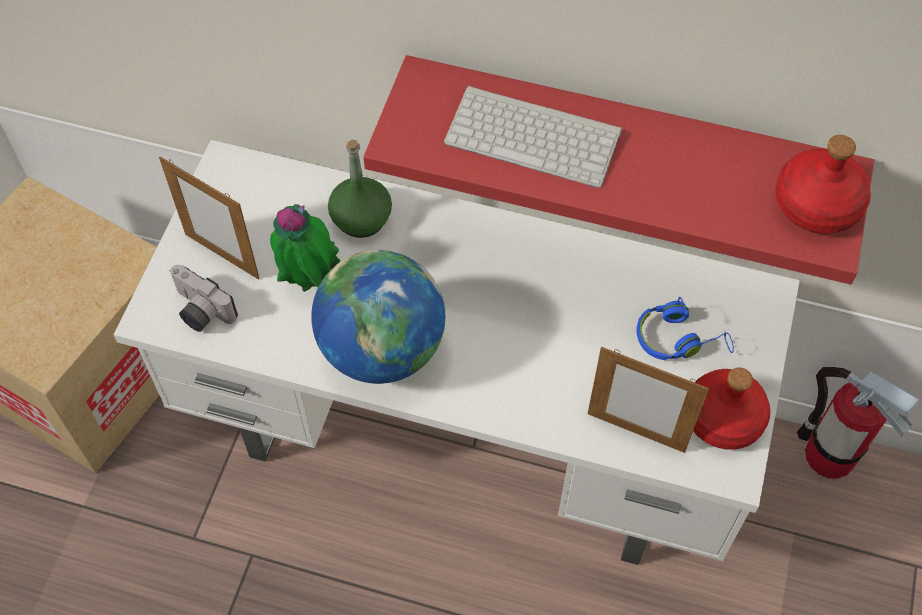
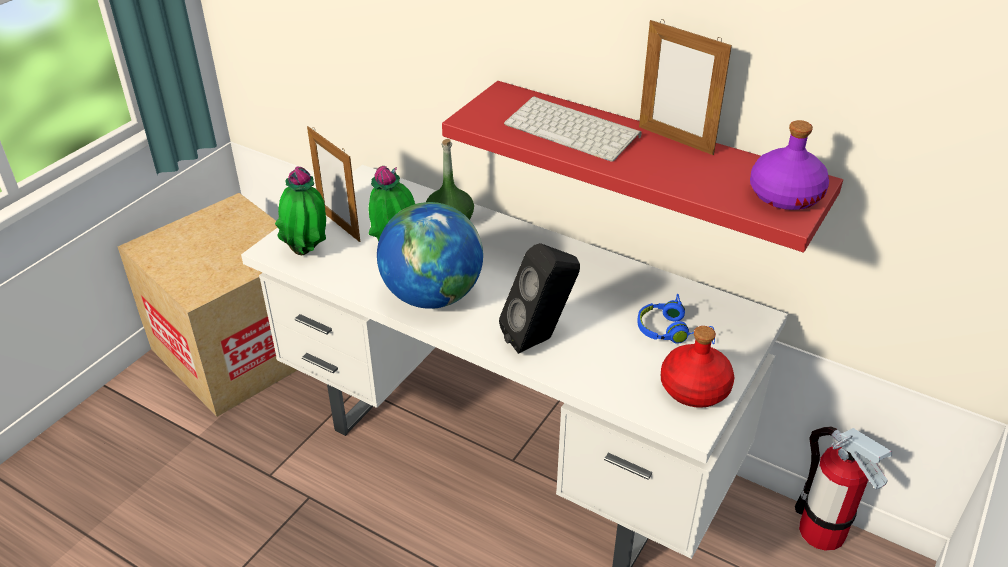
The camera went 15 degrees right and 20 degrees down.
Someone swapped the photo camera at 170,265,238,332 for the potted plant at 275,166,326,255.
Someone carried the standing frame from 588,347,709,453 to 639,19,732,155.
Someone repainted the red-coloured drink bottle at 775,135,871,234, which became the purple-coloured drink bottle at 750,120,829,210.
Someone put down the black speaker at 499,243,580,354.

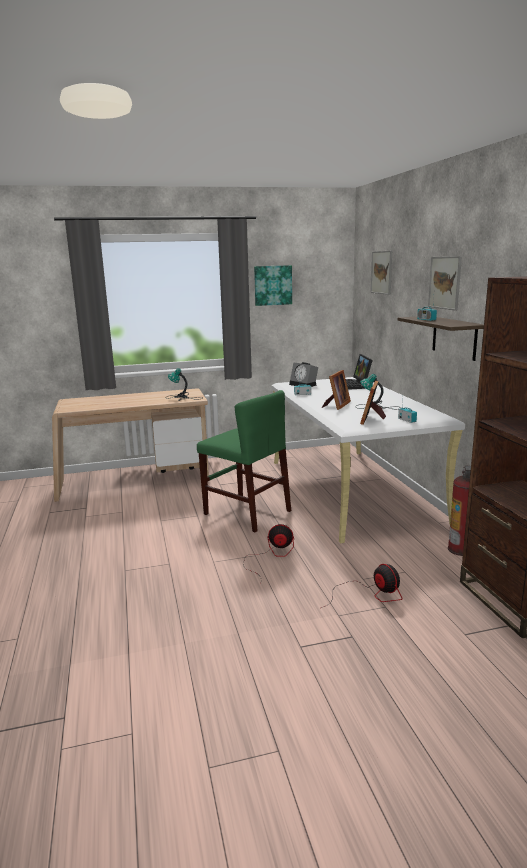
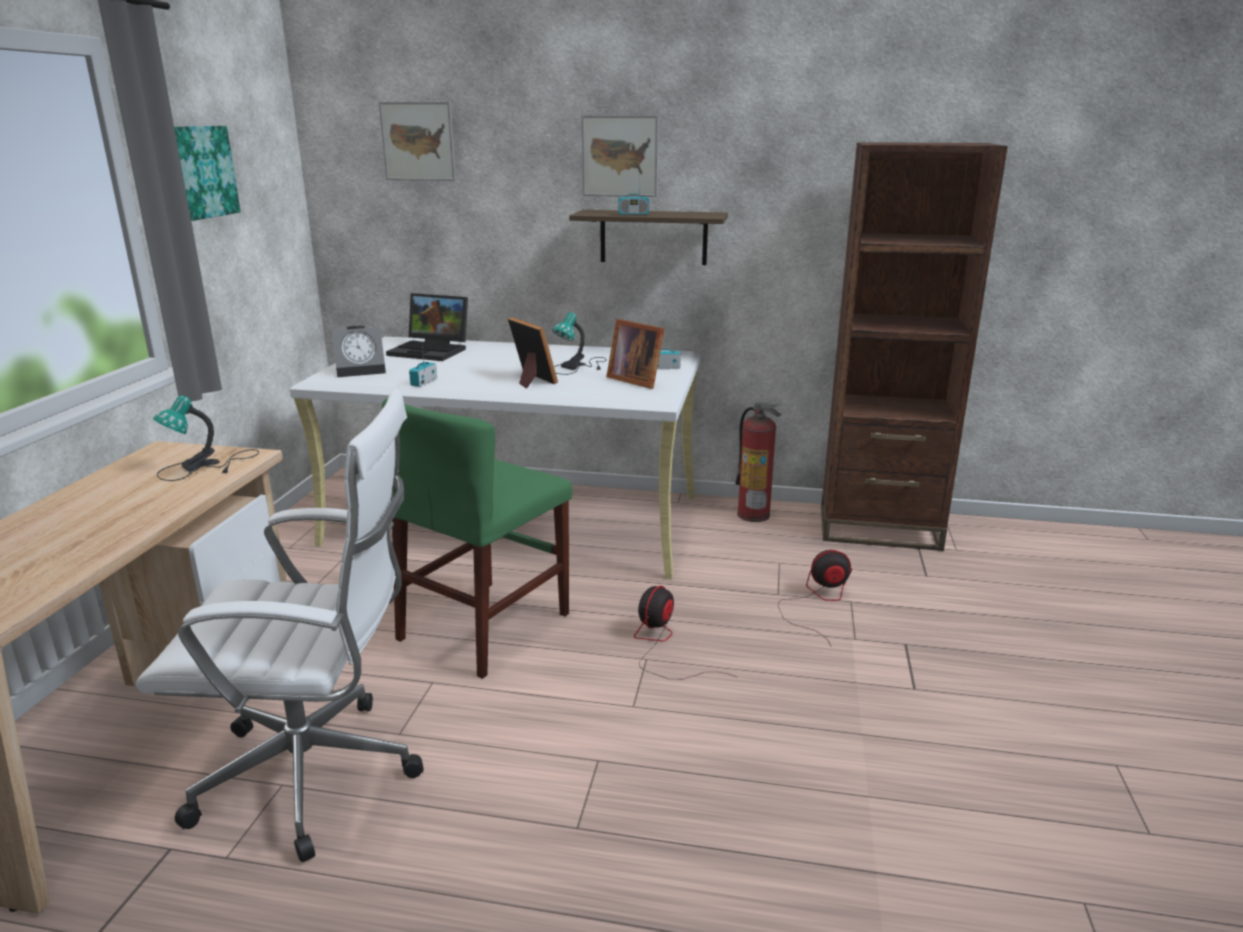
The camera went 65 degrees left and 5 degrees up.
Someone rotated the greenish chair at 197,390,291,532 by 150 degrees clockwise.
Someone put down the white desk chair at 136,389,423,862.

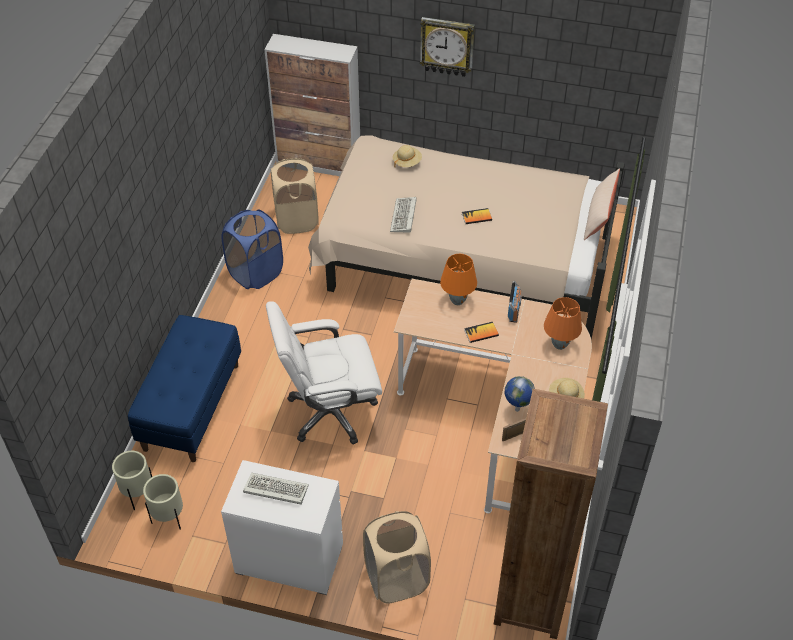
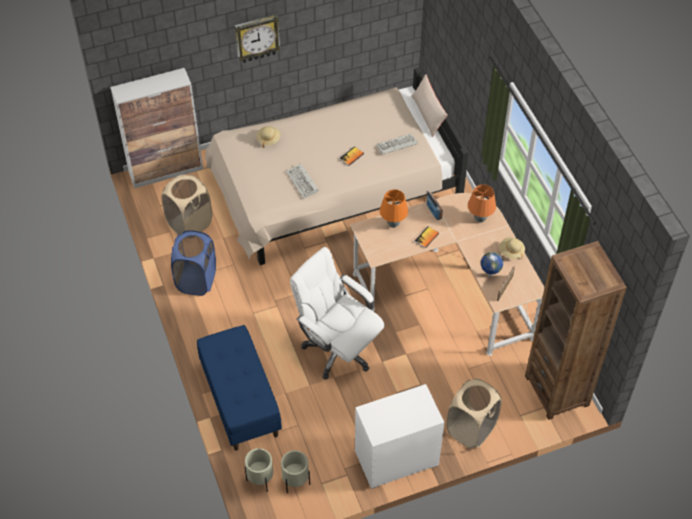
The camera went 35 degrees left and 5 degrees up.
Someone carried the PC keyboard from 243,473,309,504 to 376,134,418,155.
Someone rotated the white desk chair at 266,301,382,445 by 90 degrees clockwise.

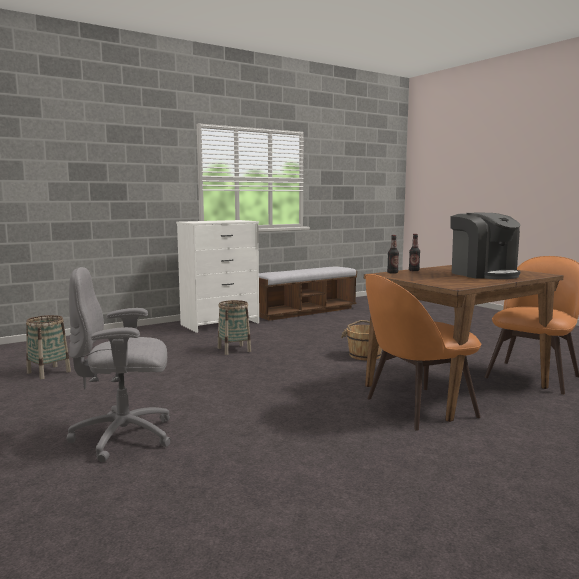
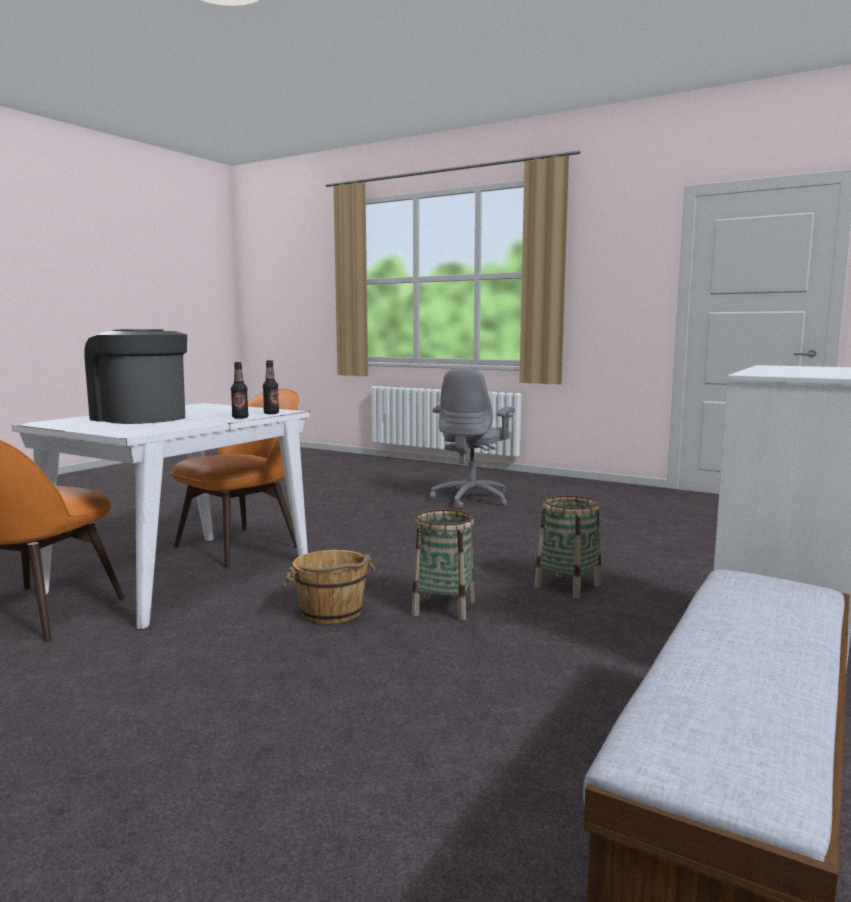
The camera went 155 degrees right and 0 degrees up.
Someone carried the storage basket from 26,315,71,379 to 412,509,475,621.
Someone rotated the grey desk chair at 67,267,171,462 by 150 degrees clockwise.
Someone repainted the brownish dinner table at 364,265,564,422, which became the white dinner table at 12,403,310,630.

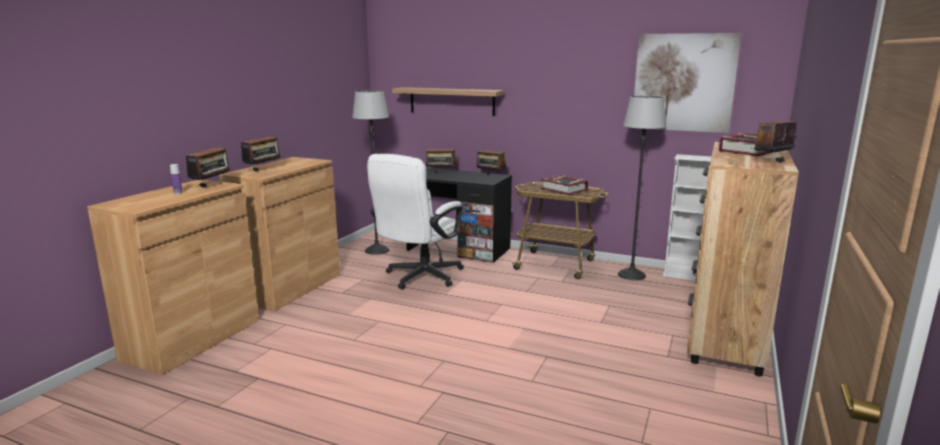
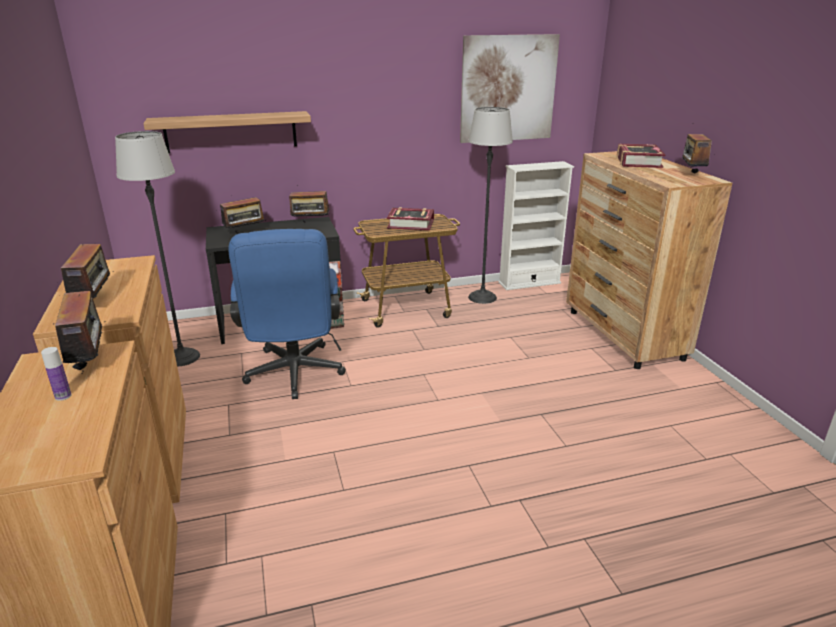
The camera went 40 degrees left and 10 degrees up.
Someone repainted the white desk chair at 367,154,464,289, which became the blue desk chair at 228,229,346,399.

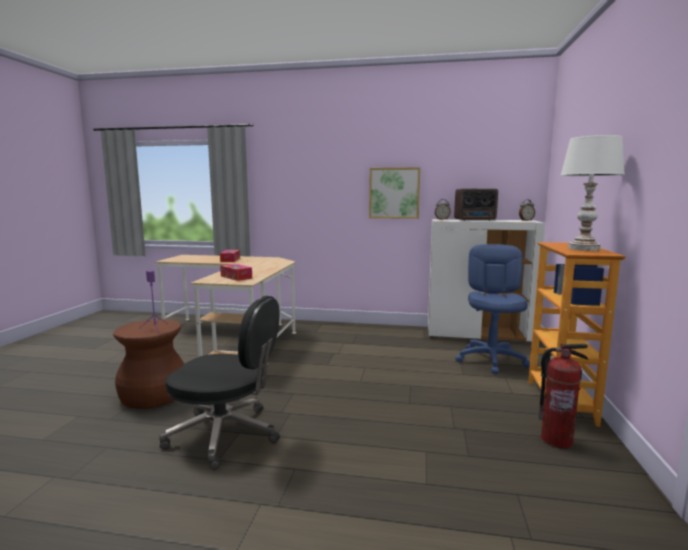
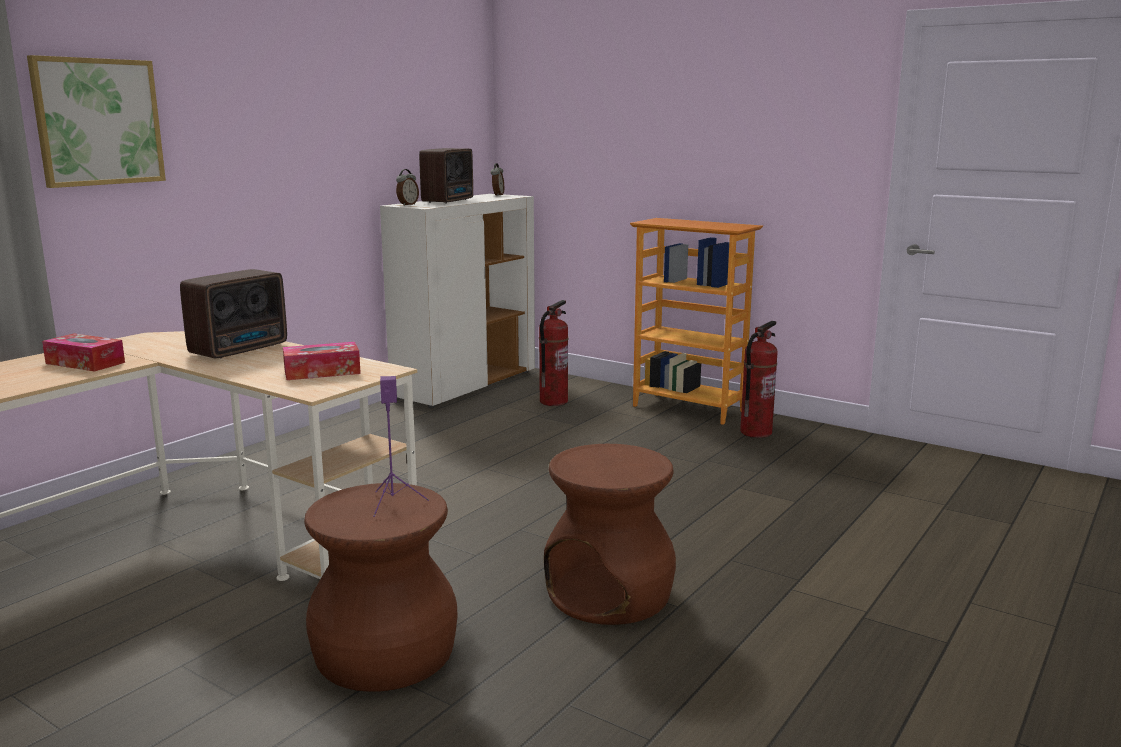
The camera went 65 degrees left and 5 degrees up.
Someone swapped the black desk chair at 159,296,280,470 for the brownish sitting stool at 544,444,676,625.
Someone carried the wall picture from 369,167,420,219 to 27,55,166,188.
Someone swapped the blue desk chair at 455,244,530,374 for the extinguisher at 539,300,569,406.
Someone took away the white table lamp at 560,135,625,251.
Someone put down the radio set at 180,269,287,358.

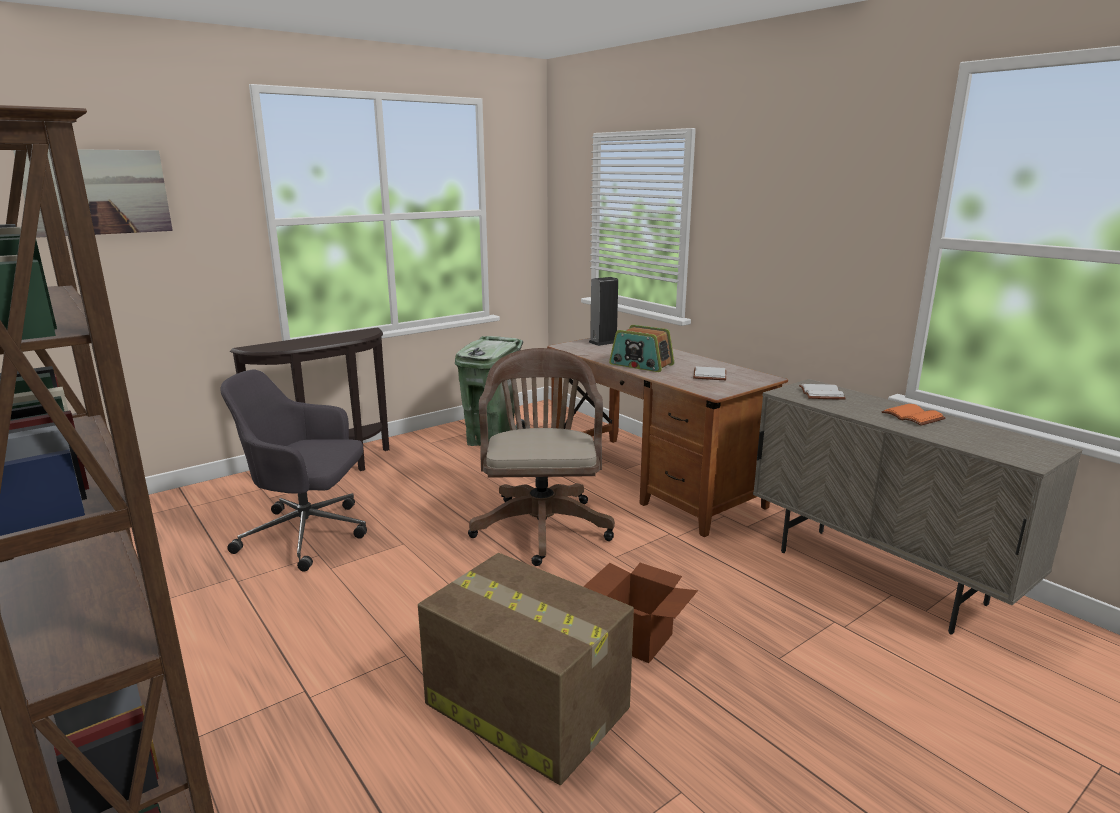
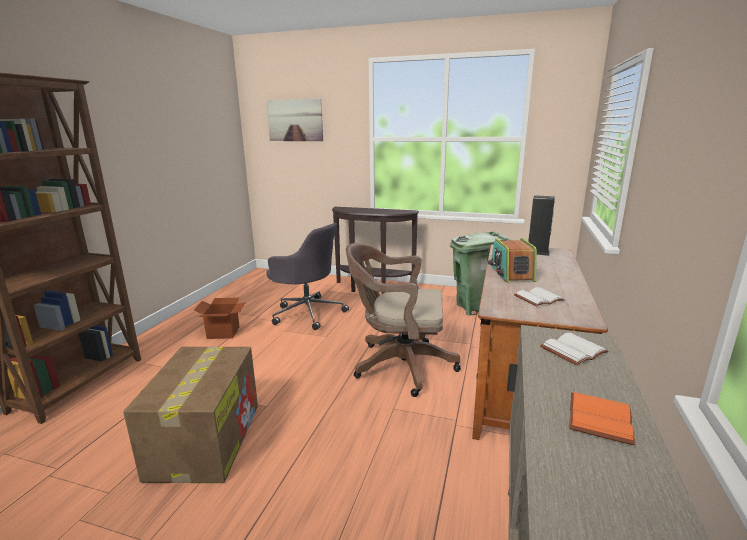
The camera went 55 degrees right and 0 degrees up.
Someone rotated the grey desk chair at 220,369,367,572 by 150 degrees clockwise.
Someone rotated the brownish desk chair at 468,348,615,566 by 135 degrees counterclockwise.
Someone carried the cardboard box from 583,563,698,663 to 194,298,246,339.

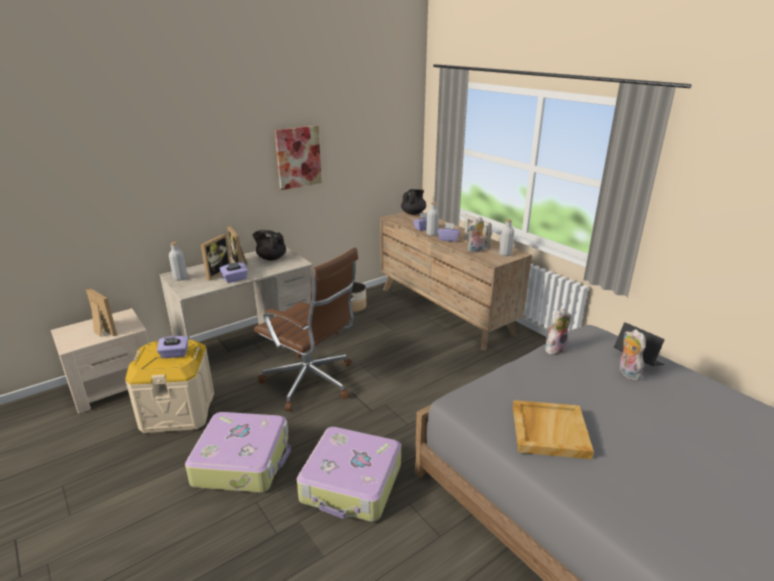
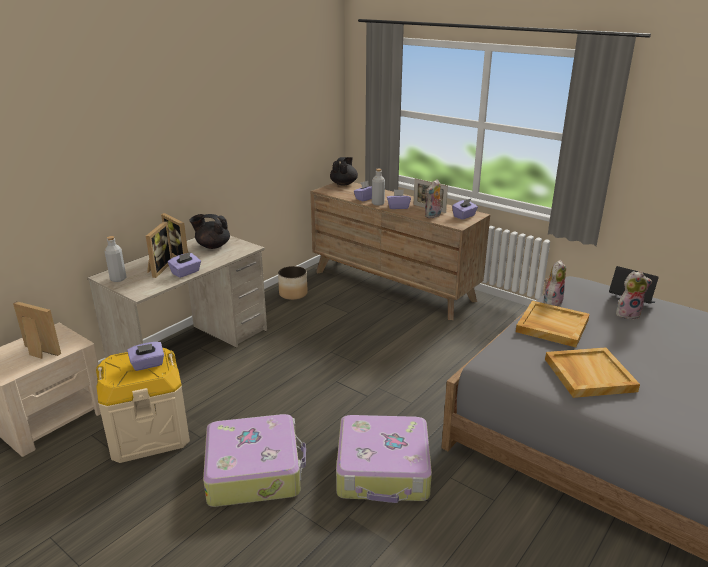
The camera went 15 degrees left and 0 degrees up.
Someone took away the brownish desk chair at 254,247,358,411.
Someone took away the wall picture at 275,125,322,190.
Someone swapped the grey drink bottle at 499,219,514,256 for the purple-coloured tissue holder at 452,199,478,220.
Someone rotated the cuddly toy at 619,329,646,381 by 120 degrees clockwise.
Someone put down the beige-coloured tray at 516,301,589,347.

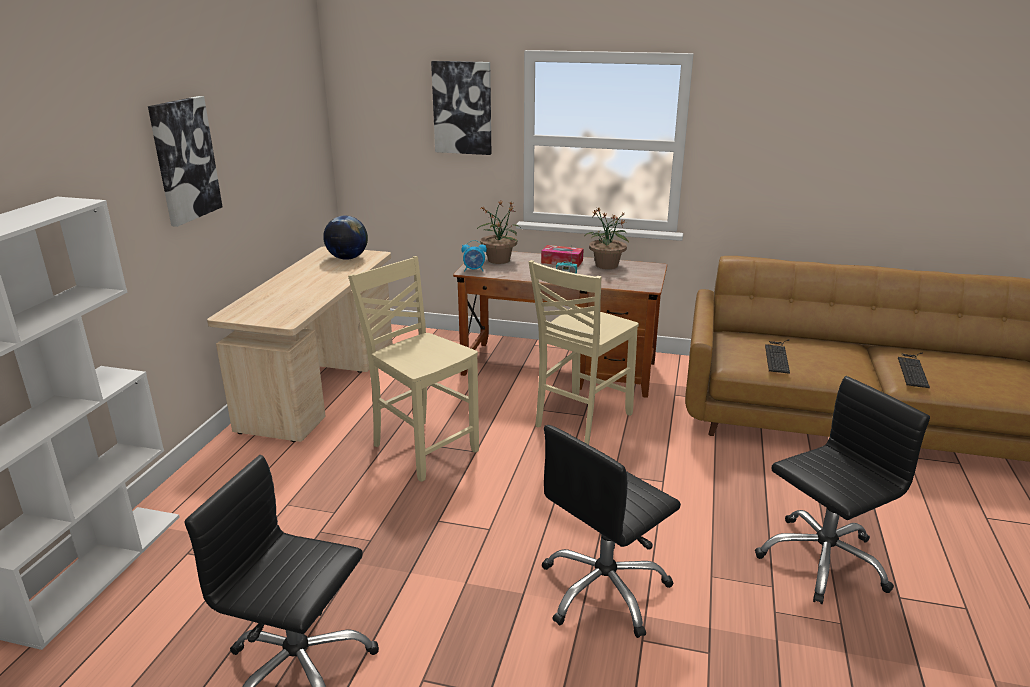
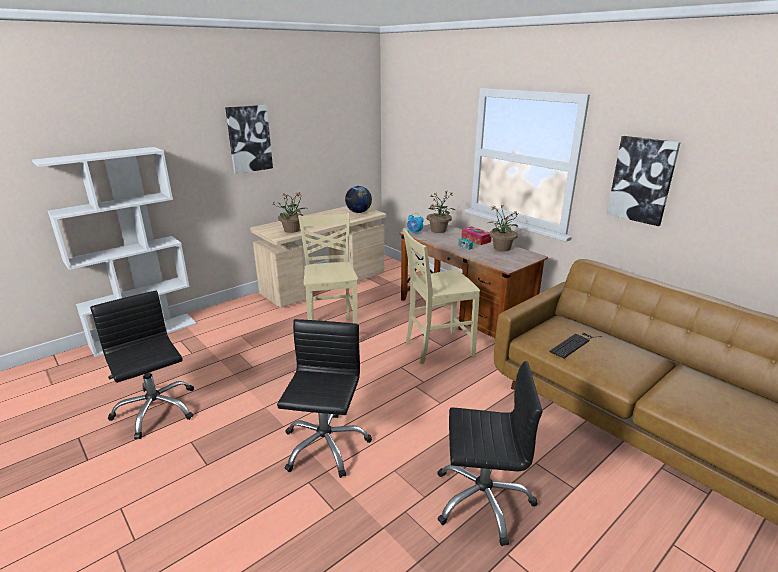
The camera went 35 degrees right and 0 degrees up.
Someone carried the wall picture from 431,61,491,155 to 607,136,681,226.
Someone rotated the black desk chair at 542,425,681,638 by 105 degrees clockwise.
Someone took away the PC keyboard at 898,353,930,388.
Someone put down the potted plant at 273,192,305,233.

